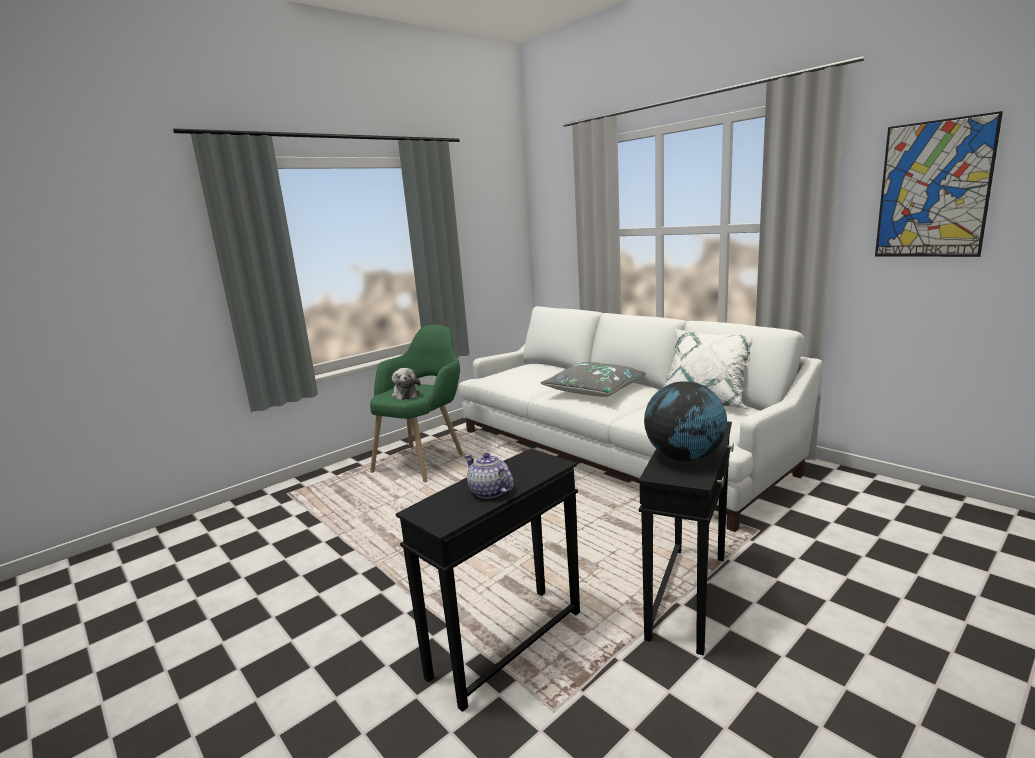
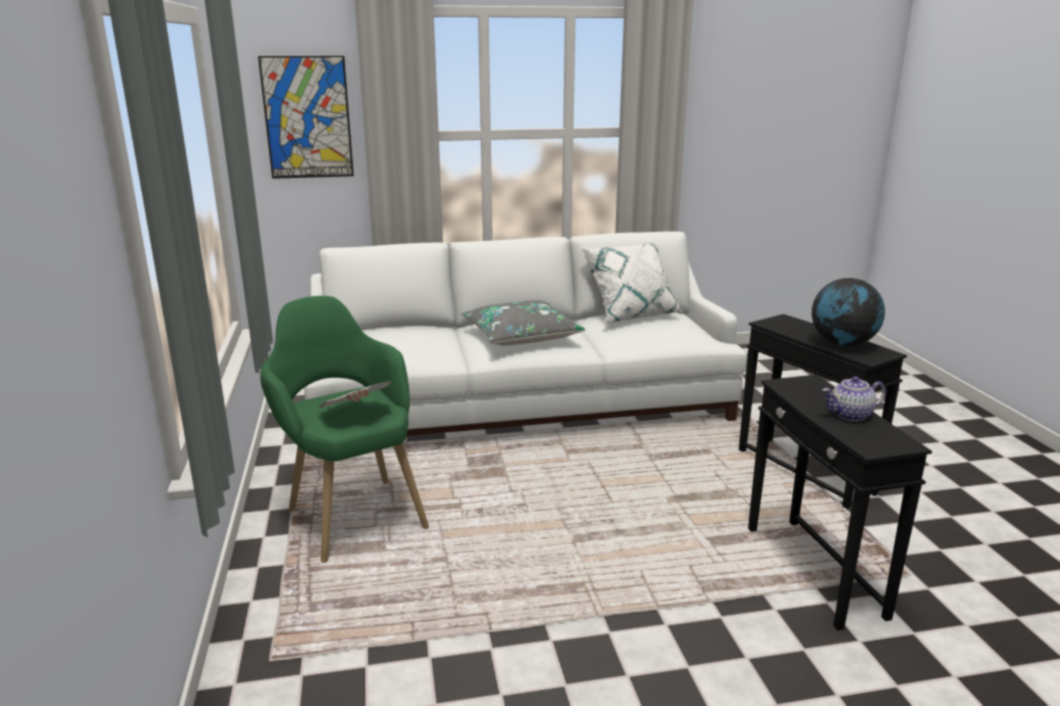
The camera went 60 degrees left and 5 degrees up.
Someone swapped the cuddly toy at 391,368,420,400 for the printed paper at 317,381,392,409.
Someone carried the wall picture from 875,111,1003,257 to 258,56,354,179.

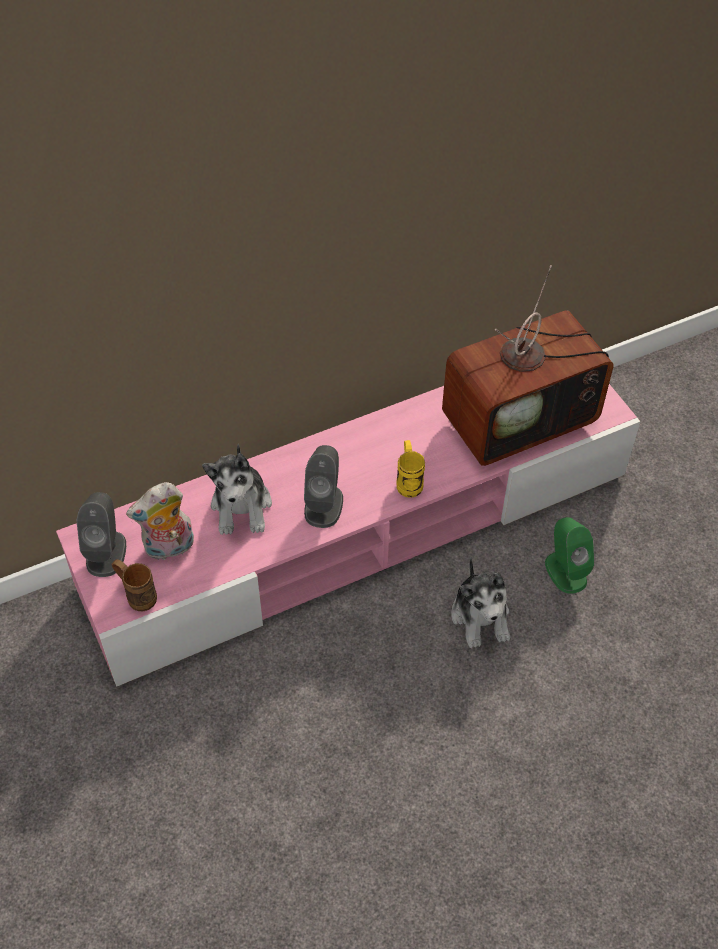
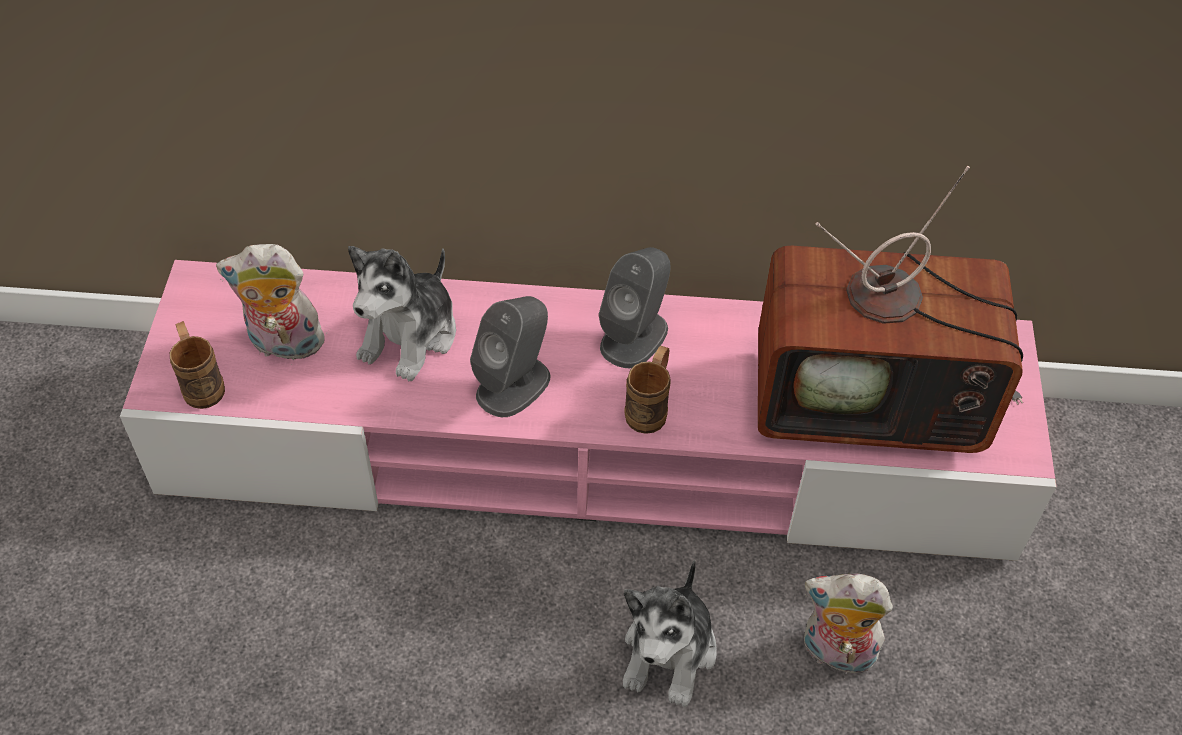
The camera went 30 degrees right and 0 degrees up.
Someone carried the grey speaker from 76,492,126,577 to 599,247,671,368.
Someone repainted the yellow mug at 397,440,425,498, which became the brownish mug at 624,346,671,434.
Someone swapped the greenish speaker at 545,517,594,594 for the cuddly toy at 804,573,893,679.

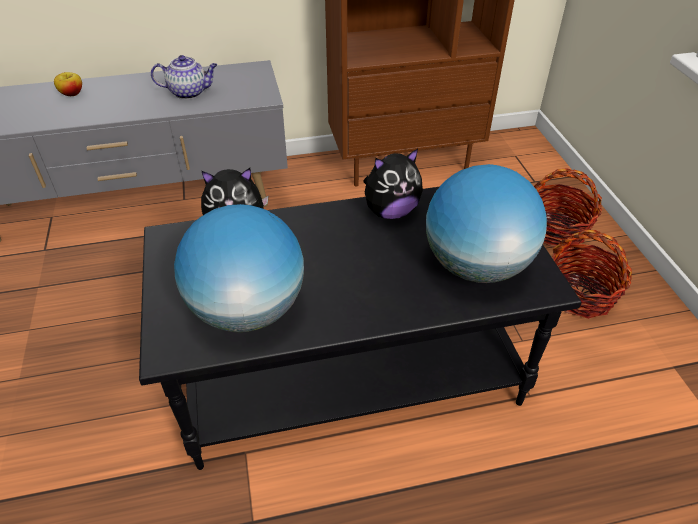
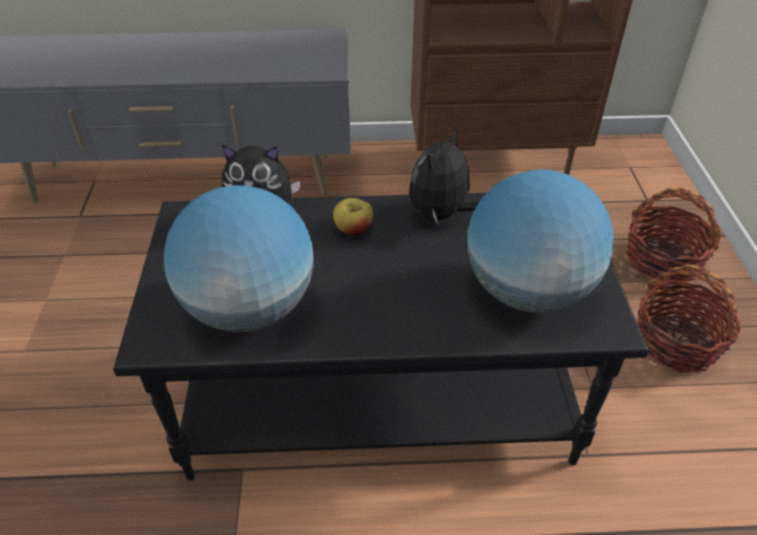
The camera went 10 degrees right and 0 degrees up.
Someone carried the whole apple from 54,72,82,96 to 333,198,373,236.
Someone took away the tea pot at 151,55,217,99.
Someone rotated the cuddly toy at 363,149,423,219 by 135 degrees clockwise.

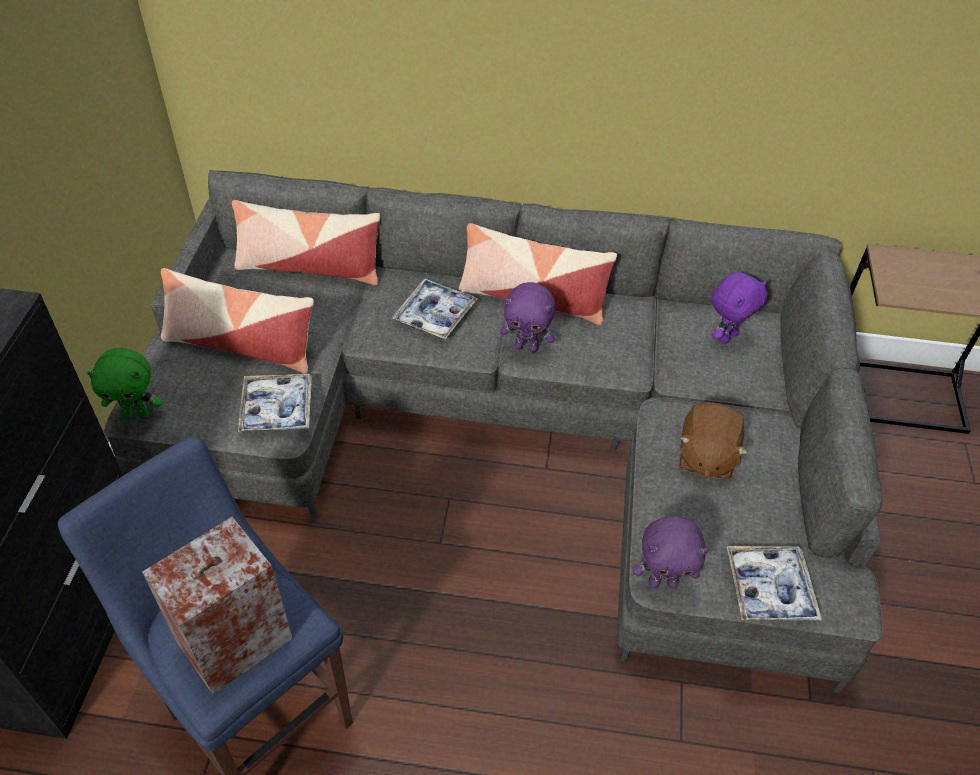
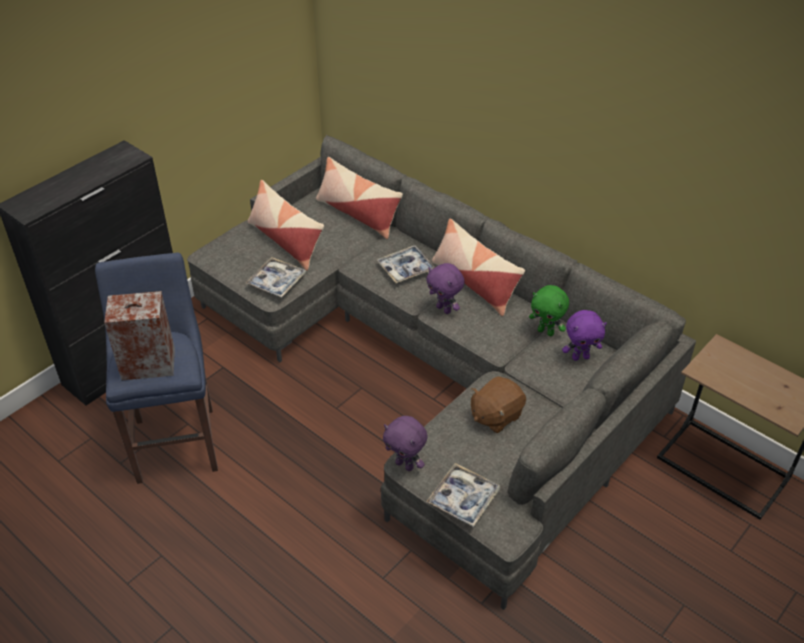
The camera went 35 degrees right and 5 degrees down.
Someone carried the greenish cuddly toy from 86,348,162,419 to 529,285,569,336.

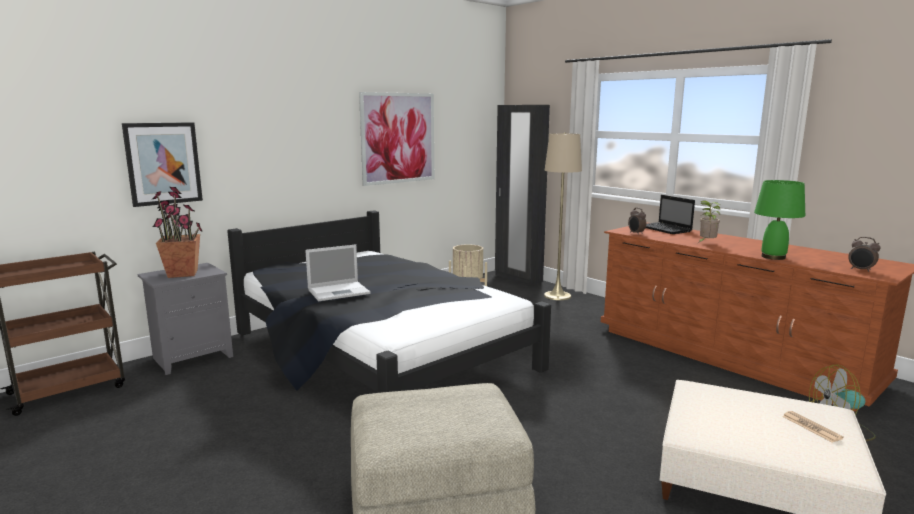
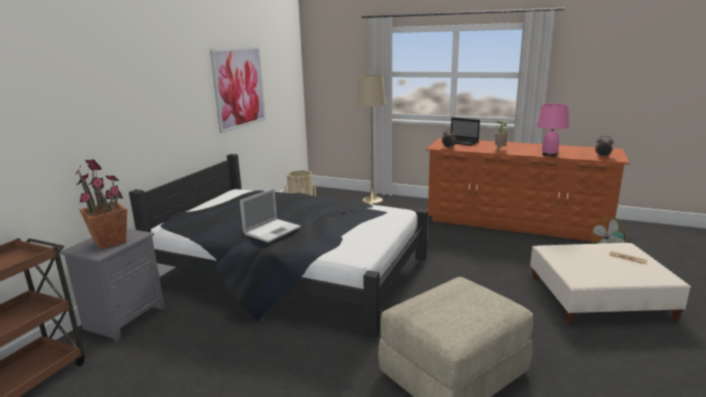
The camera went 25 degrees left and 5 degrees up.
Someone took away the wall picture at 122,122,203,207.
Someone took away the black armoire at 495,105,550,285.
Someone repainted the greenish table lamp at 754,180,805,260, which became the pinkish table lamp at 537,104,569,156.

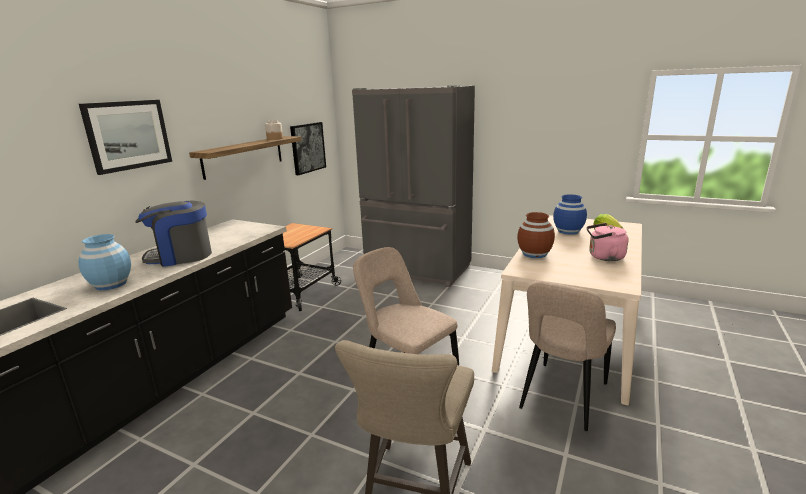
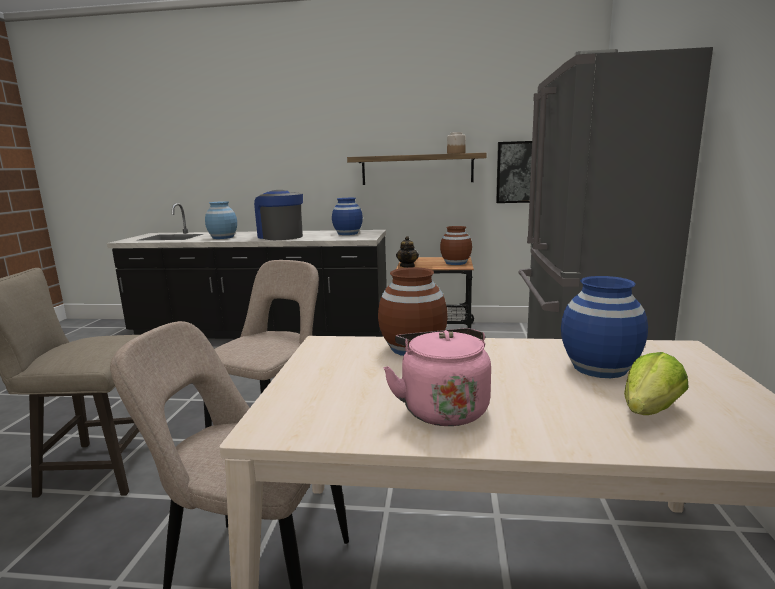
The camera went 70 degrees right and 5 degrees down.
Someone took away the wall picture at 79,100,172,175.
Someone put down the blue decorative vase at 332,198,363,235.
Someone put down the tea pot at 396,236,419,268.
Someone put down the brownish decorative vase at 440,226,472,265.

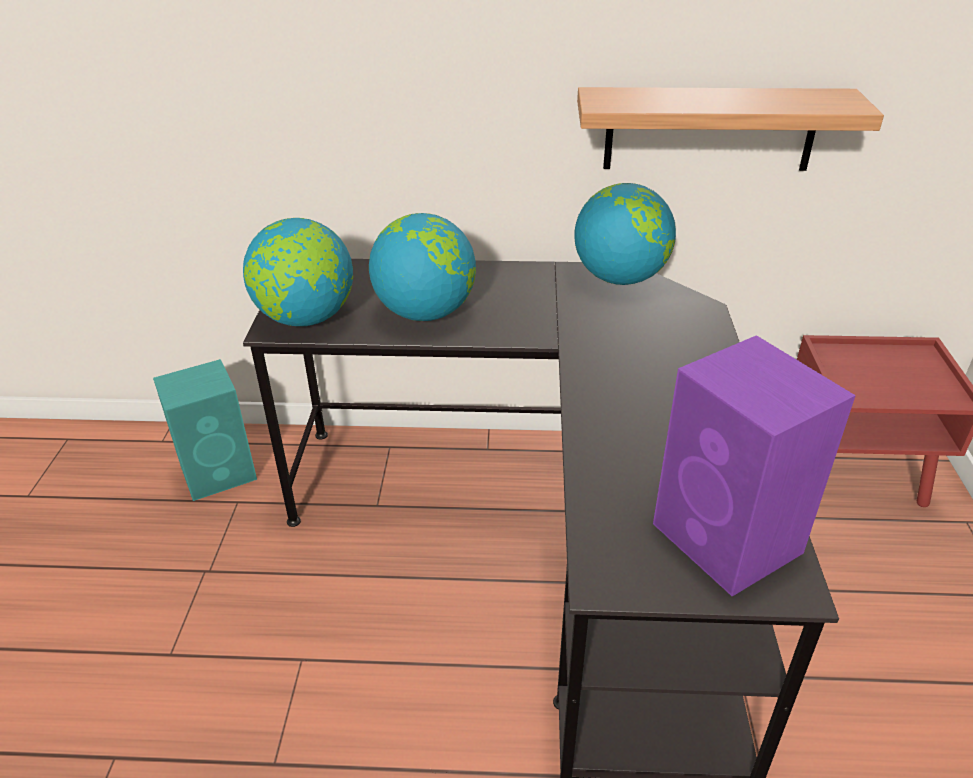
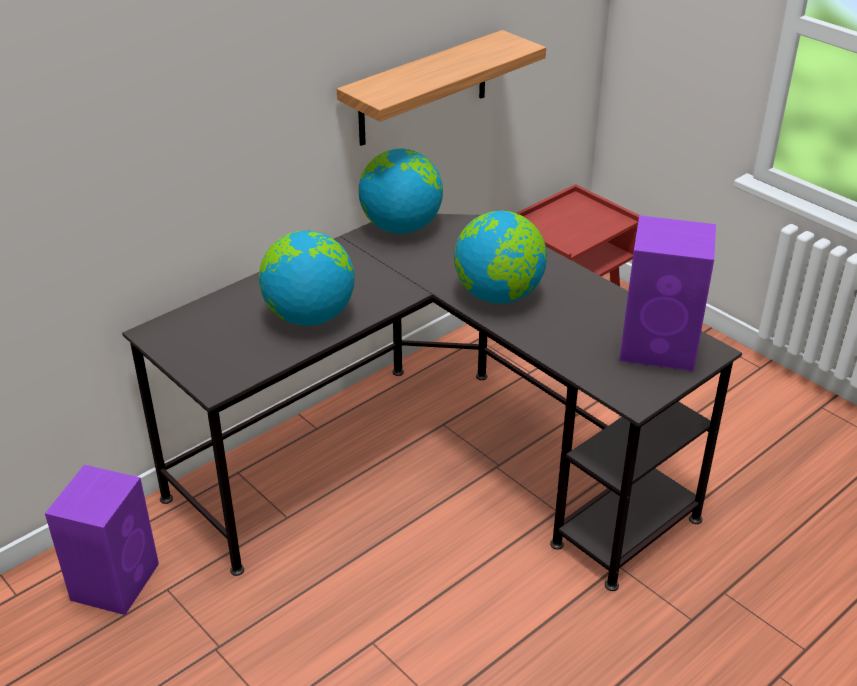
The camera went 45 degrees left and 0 degrees up.
Someone repainted the turquoise-coloured speaker at 153,359,257,501, which became the purple-coloured speaker at 45,465,159,615.
Someone carried the globe from 243,218,353,326 to 454,211,547,304.

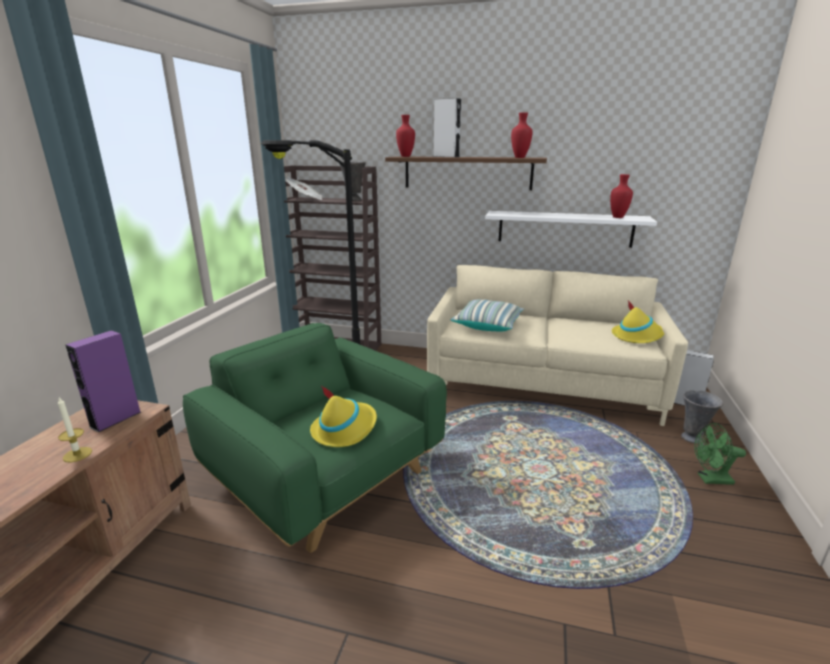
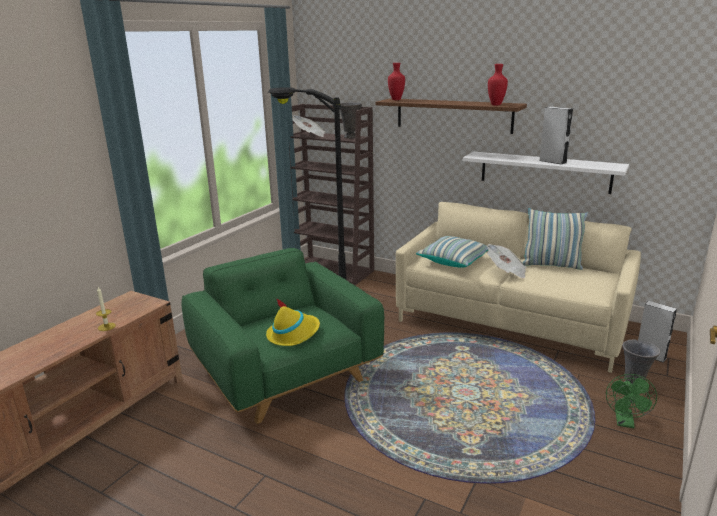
The camera went 15 degrees right and 0 degrees up.
Someone took away the purple-coloured speaker at 66,330,141,433.
Someone carried the grey speaker from 434,98,461,157 to 539,107,573,165.
Someone took away the red-coloured decorative vase at 610,174,633,218.
Someone took away the yellow hat at 612,300,664,343.
Someone rotated the greenish electric fan at 694,423,746,485 by 90 degrees counterclockwise.
Someone put down the printed paper at 487,244,527,278.
Someone put down the pillow at 523,208,588,270.

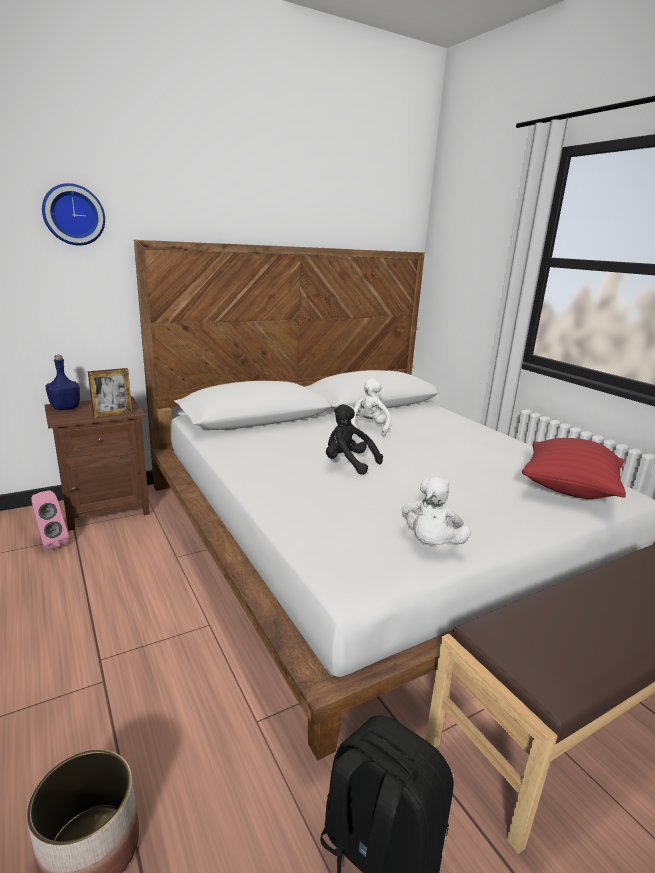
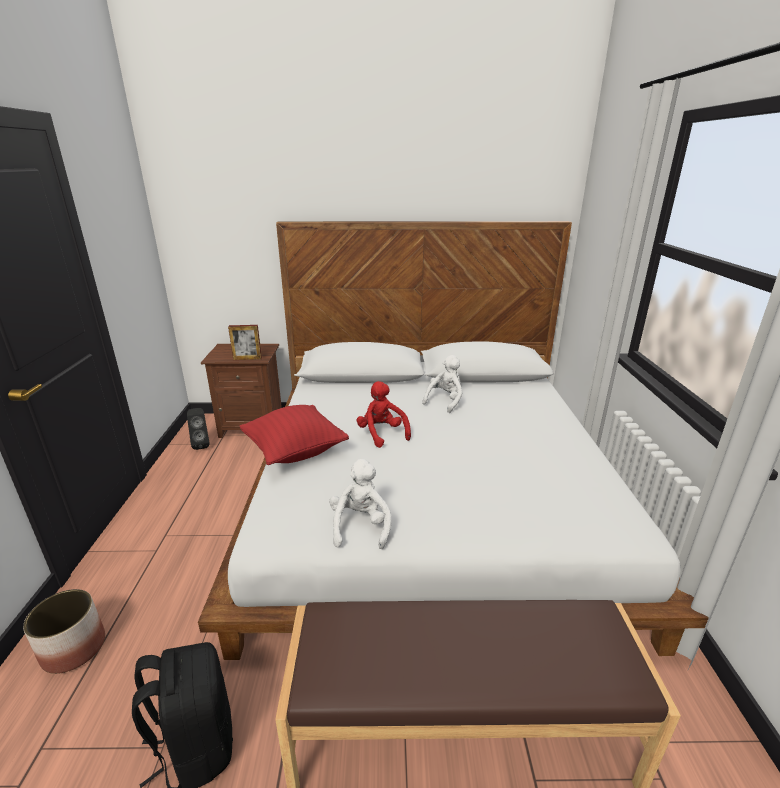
The camera went 30 degrees right and 5 degrees up.
Someone repainted the pinkish speaker at 31,490,69,550, which became the black speaker at 187,408,209,450.
Someone took away the hanging clock at 42,183,105,246.
Someone took away the blue drink bottle at 45,355,80,410.
Someone repainted the black cuddly toy at 326,404,383,475, which became the red-coloured cuddly toy at 357,381,411,448.
Someone rotated the white cuddly toy at 402,476,471,545 by 135 degrees clockwise.
Someone carried the red-coloured pillow from 522,438,626,499 to 240,405,349,465.

